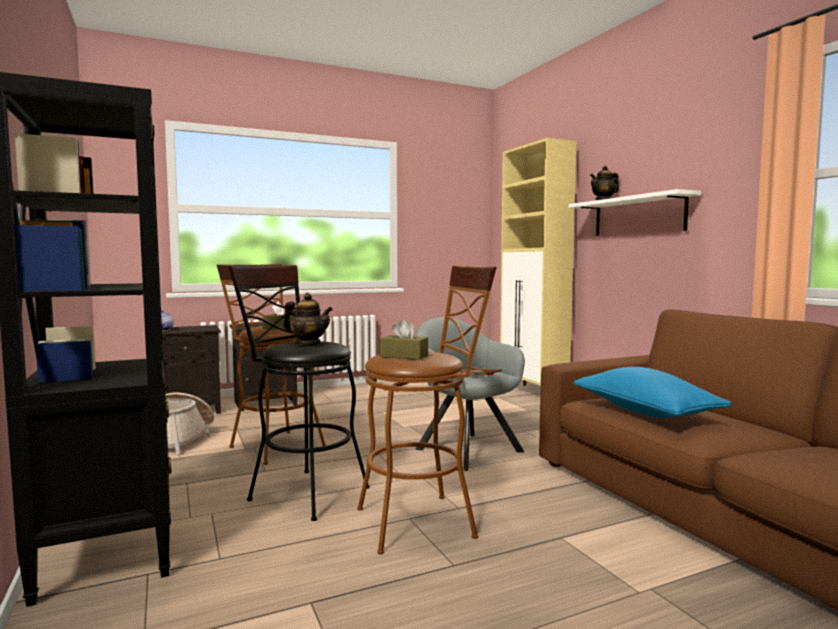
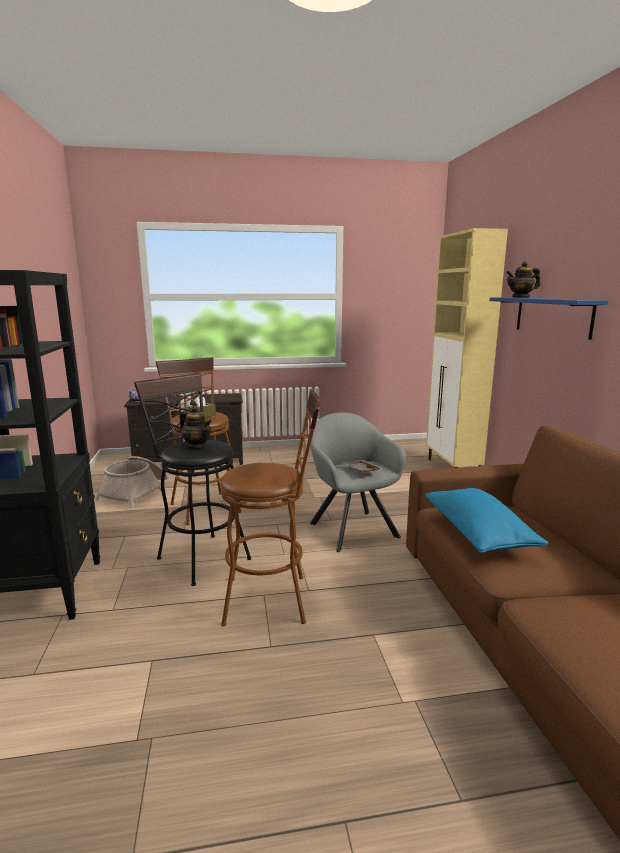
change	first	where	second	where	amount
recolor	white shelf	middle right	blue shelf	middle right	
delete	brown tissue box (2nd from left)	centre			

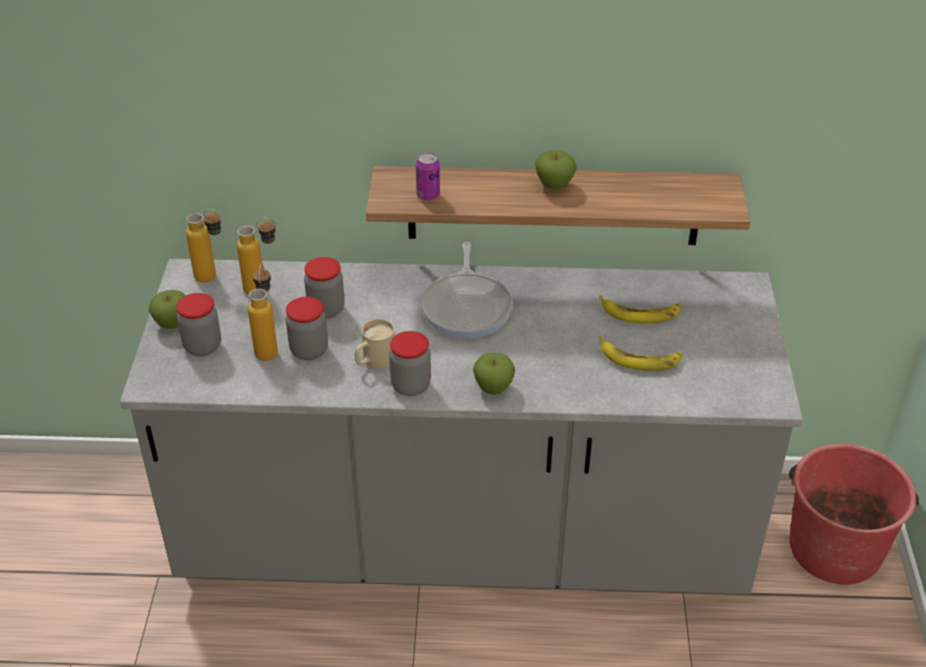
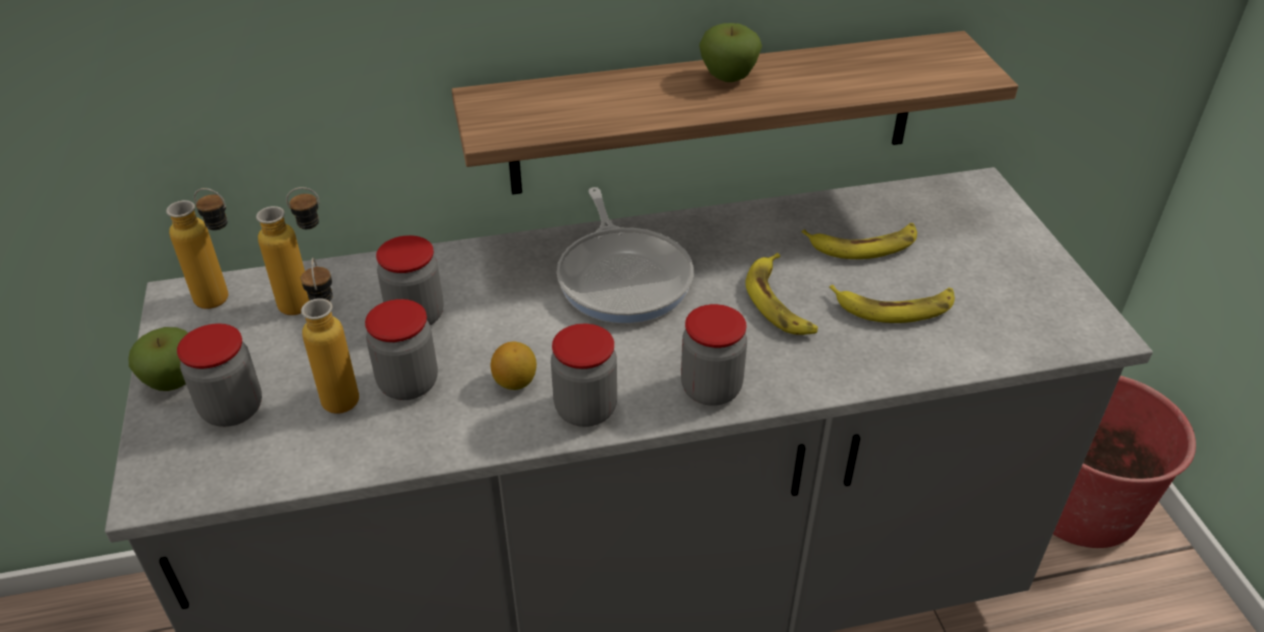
change	first	where	second	where	amount
replace	beige mug	centre	lemon	centre	
replace	apple (2nd from left)	centre	jar (5th from left)	centre	
insert			banana (1st from left)	centre	
delete	can	top centre			

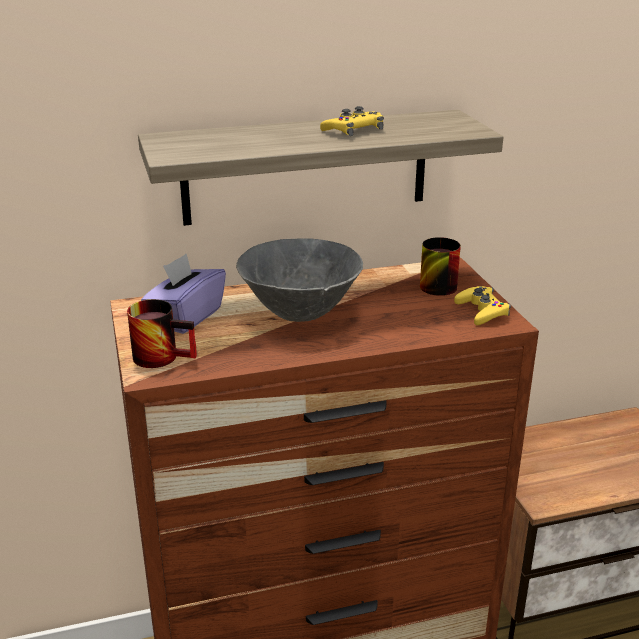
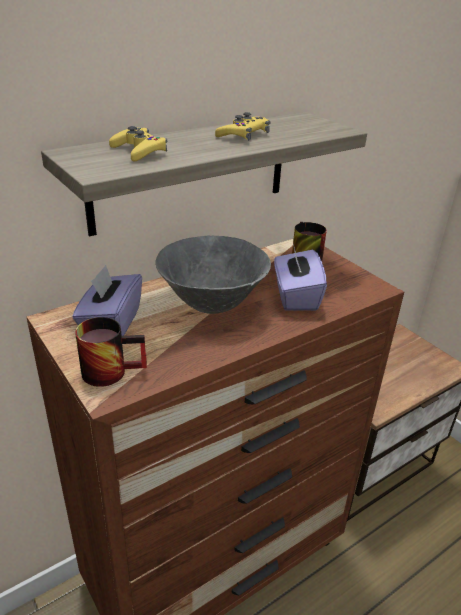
change	first	where	second	where	amount
move	yellow game controller (2nd from left in the first image)	middle right	yellow game controller (1st from left)	top left	
insert			purple tissue box (2nd from left)	centre	

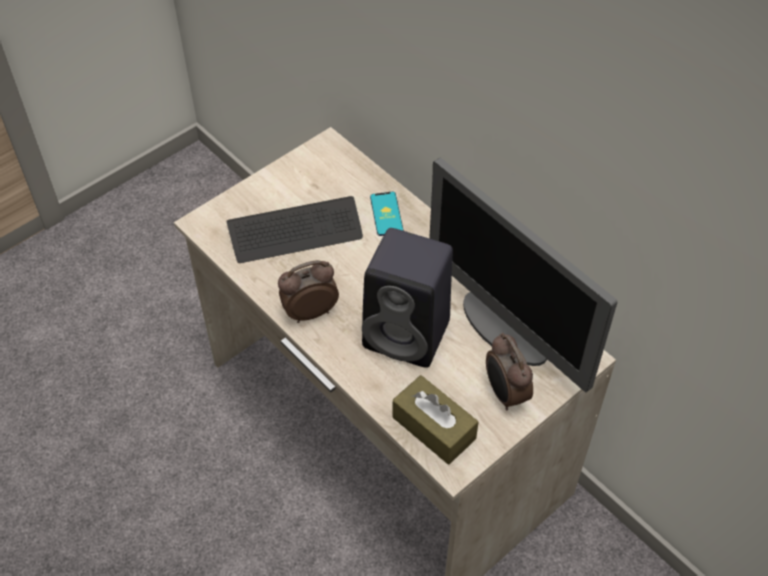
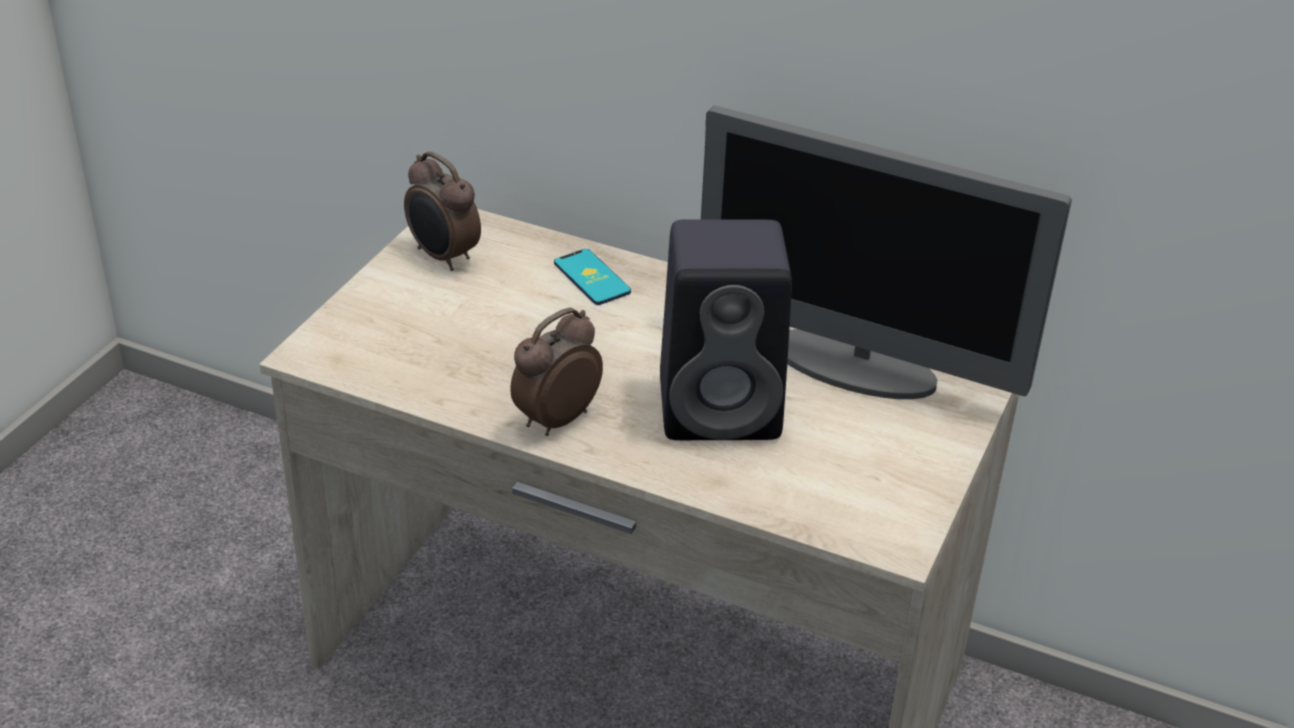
change	first	where	second	where	amount
move	alarm clock (2nd from left in the first image)	centre	alarm clock (1st from left)	top centre	
delete	keyboard	centre			
delete	brown tissue box	bottom centre			

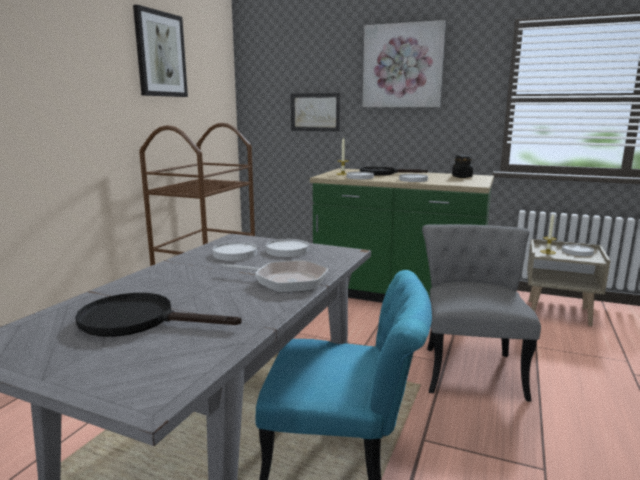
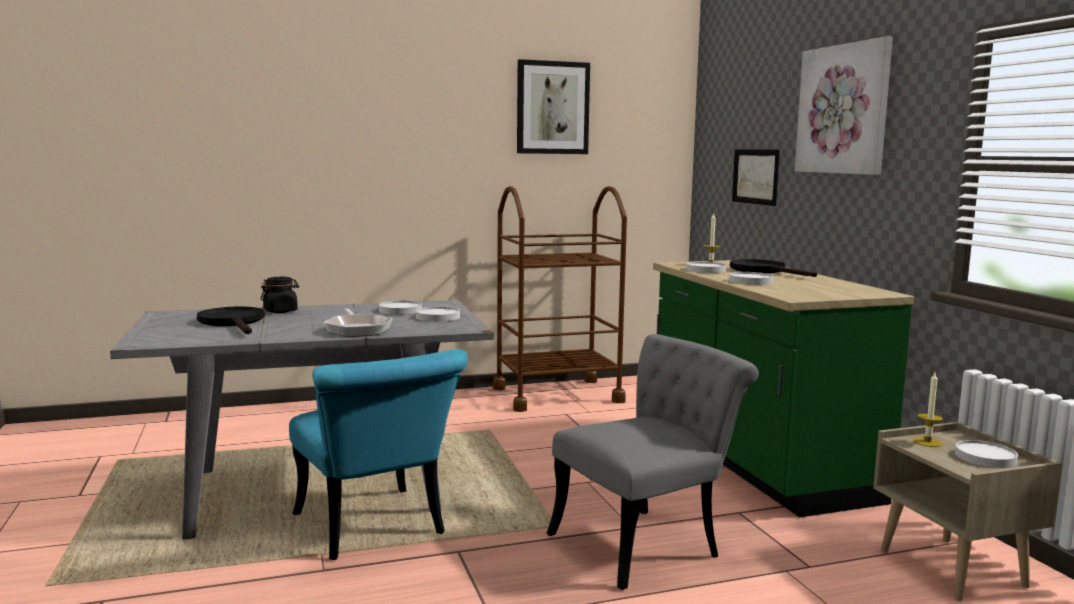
change	first	where	second	where	amount
move	black jar	middle right		middle left	

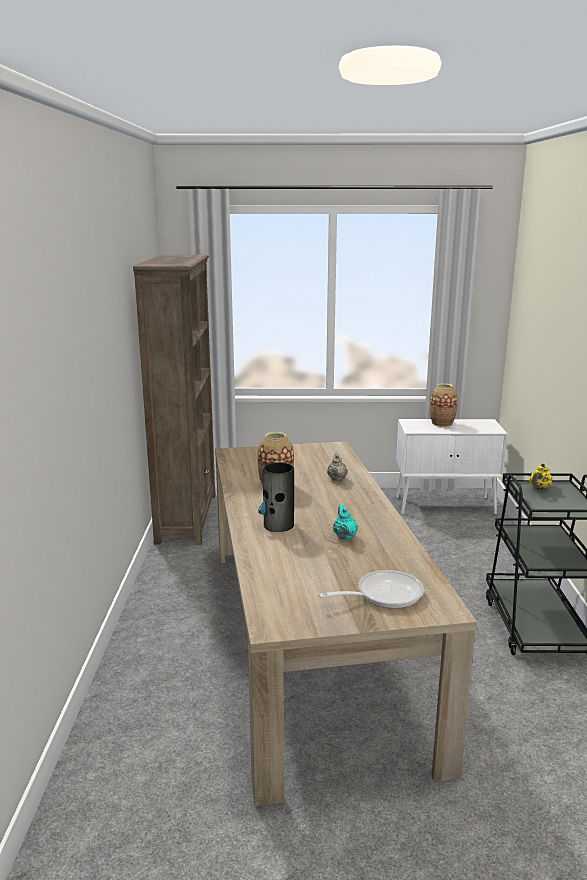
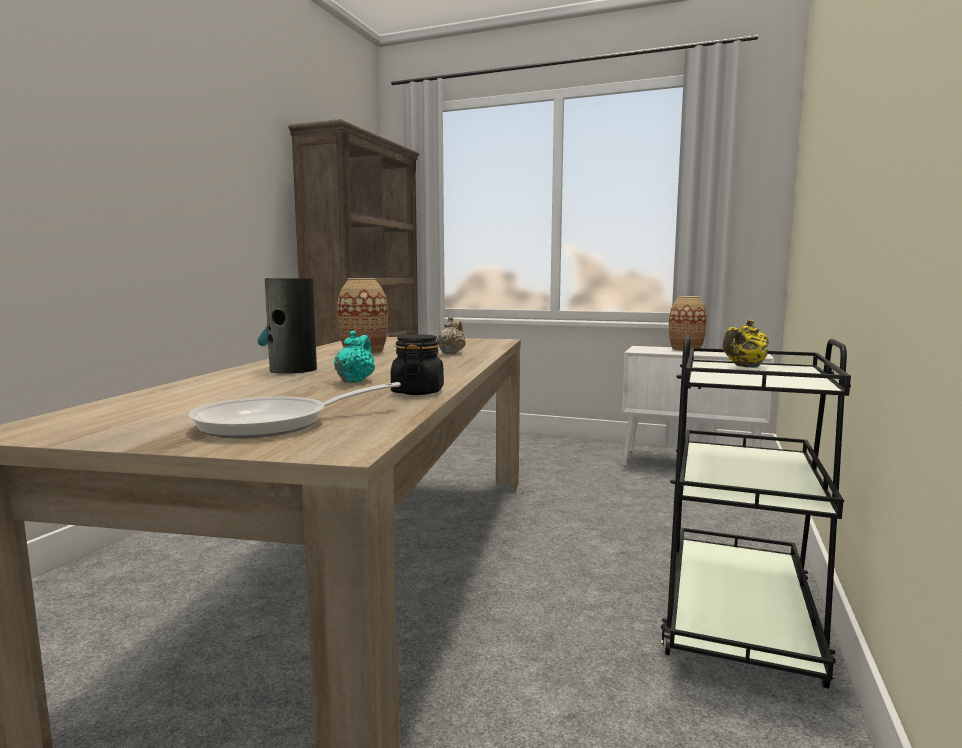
change	first	where	second	where	amount
rotate	frying pan	bottom centre		middle left	150 degrees clockwise
insert			black jar	centre	

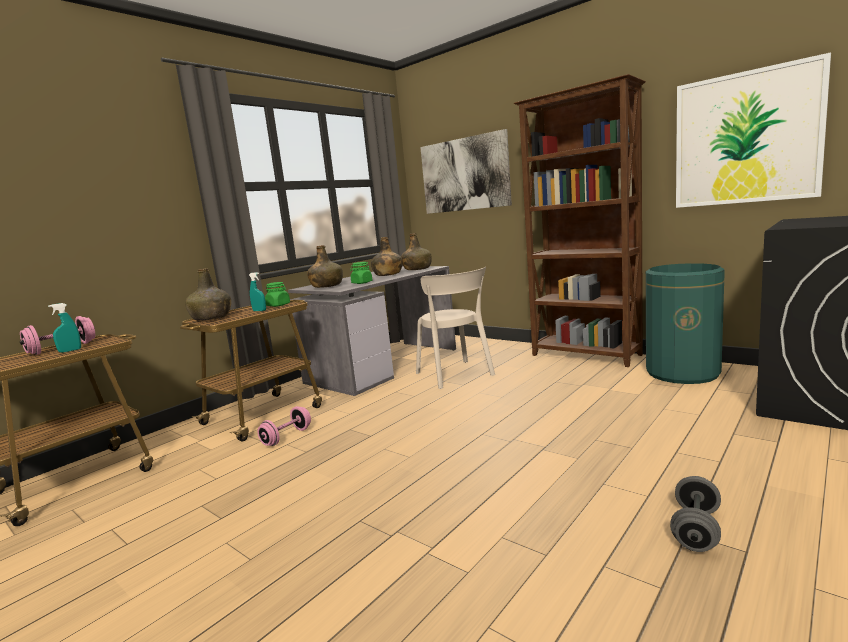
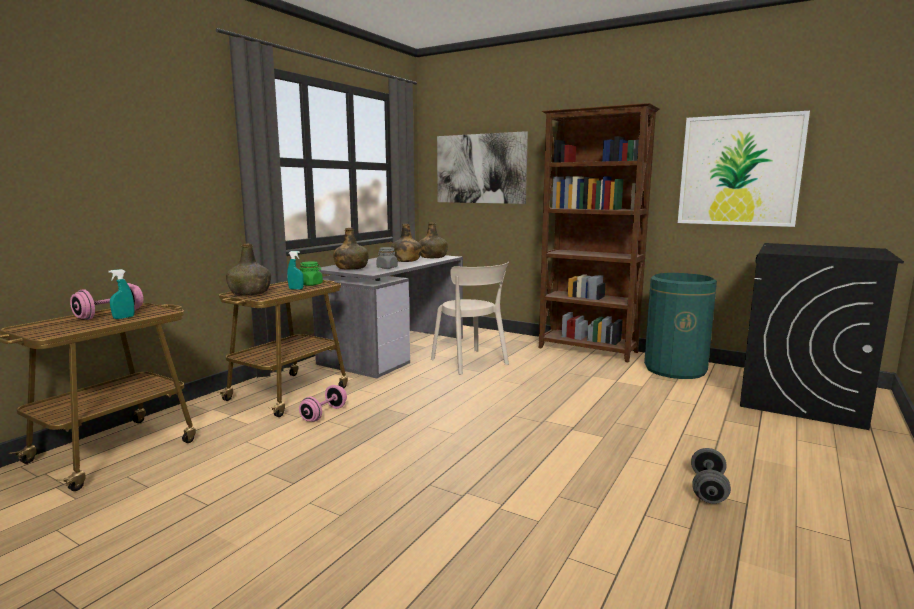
change	first	where	second	where	amount
recolor	green jar (2nd from left)	centre	grey jar	centre	

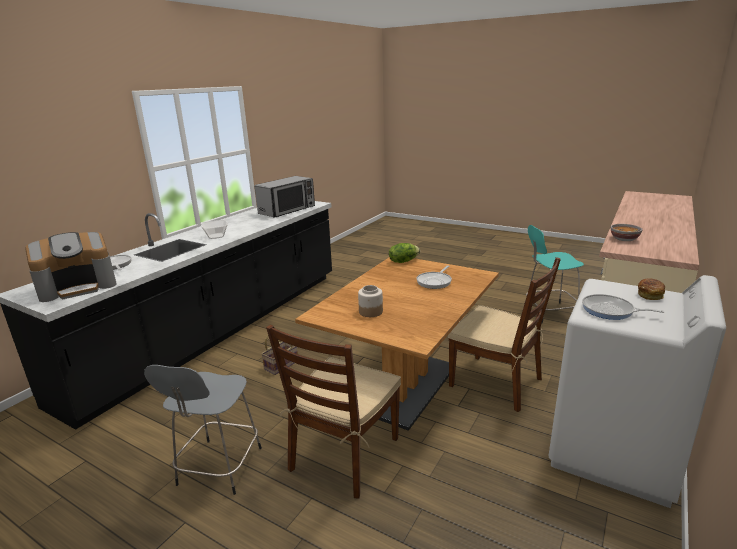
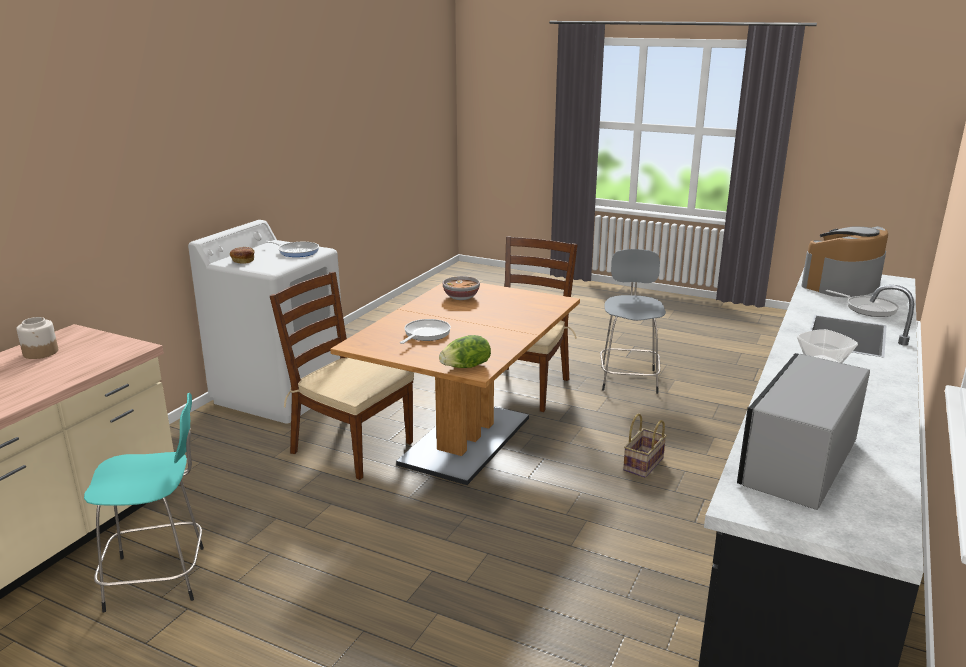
change	first	where	second	where	amount
move	jar	centre		middle left	
move	bowl (2nd from left in the first image)	middle right	bowl (1st from left)	centre	

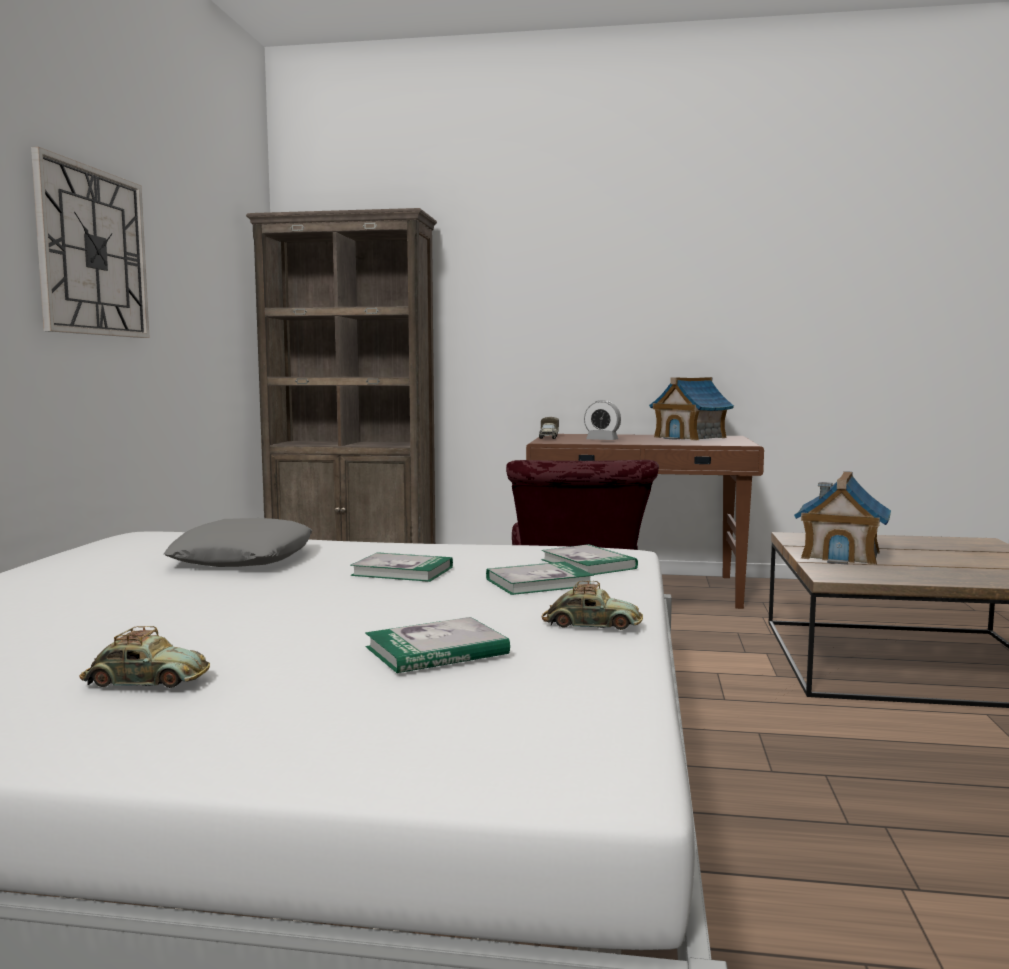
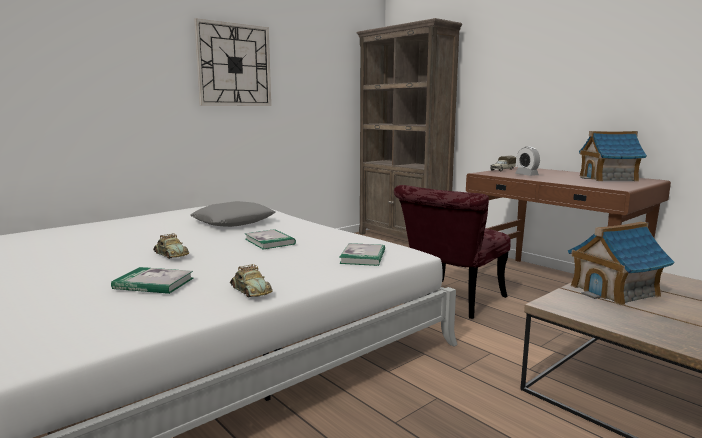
change	first	where	second	where	amount
move	toy car (1st from left)	bottom left		middle left	
delete	book (3rd from left)	centre			

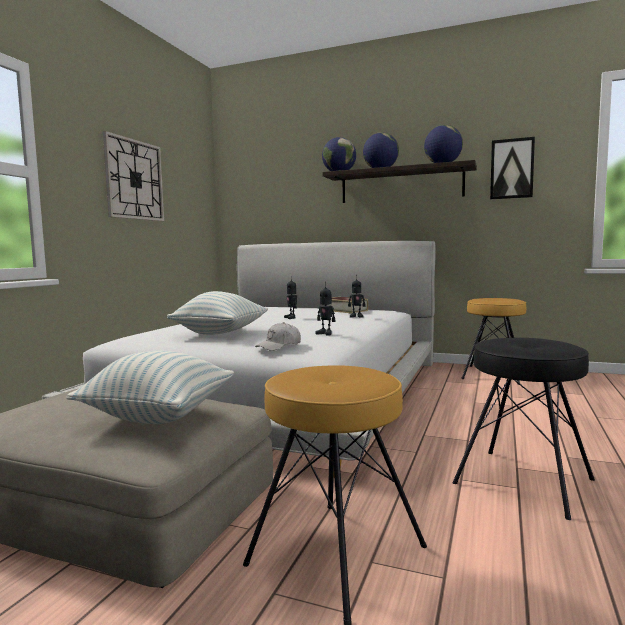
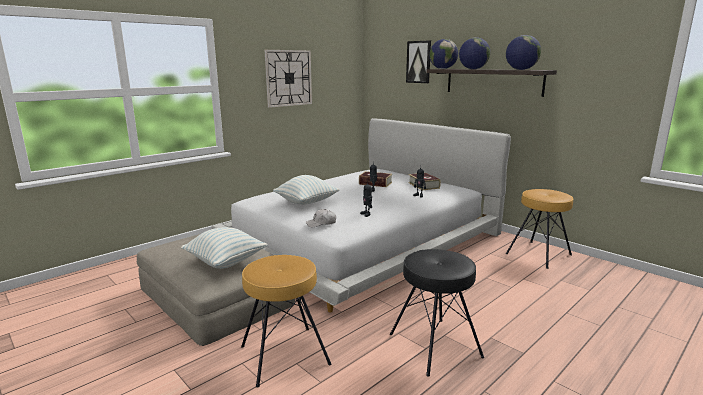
change	first	where	second	where	amount
insert			book (1st from left)	centre	
move	picture	top right		top centre	

